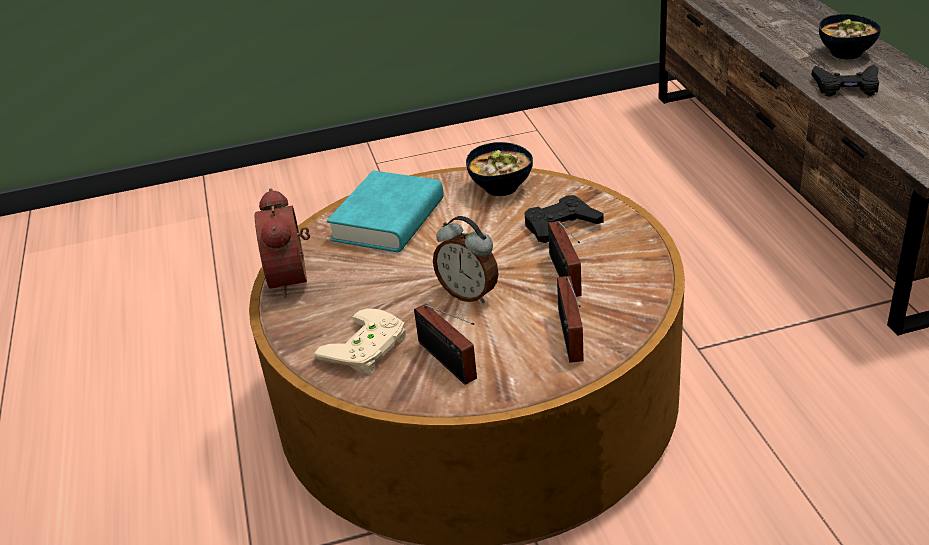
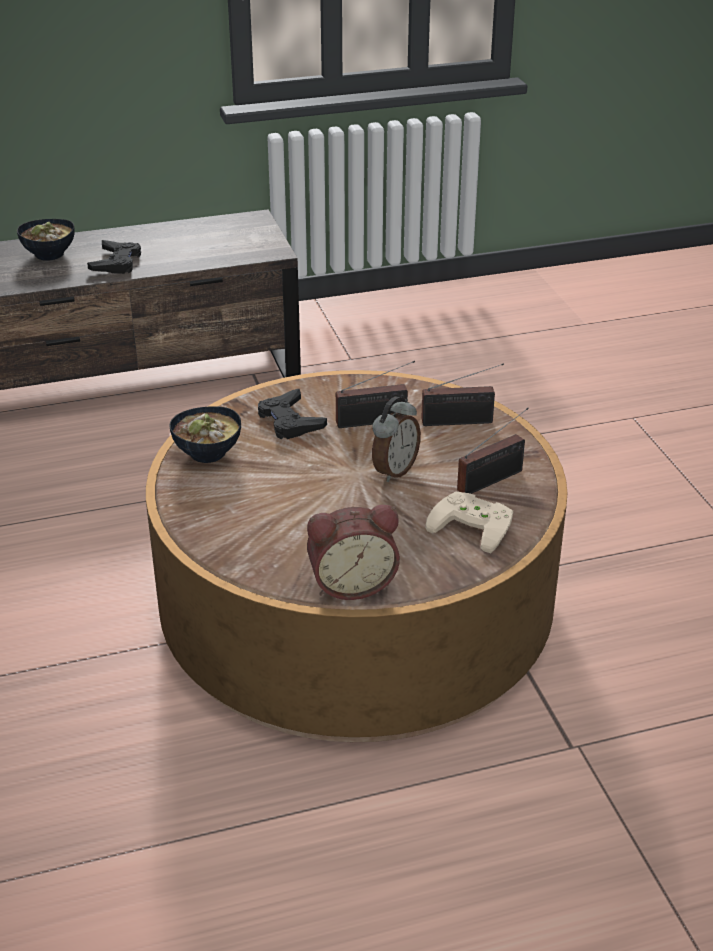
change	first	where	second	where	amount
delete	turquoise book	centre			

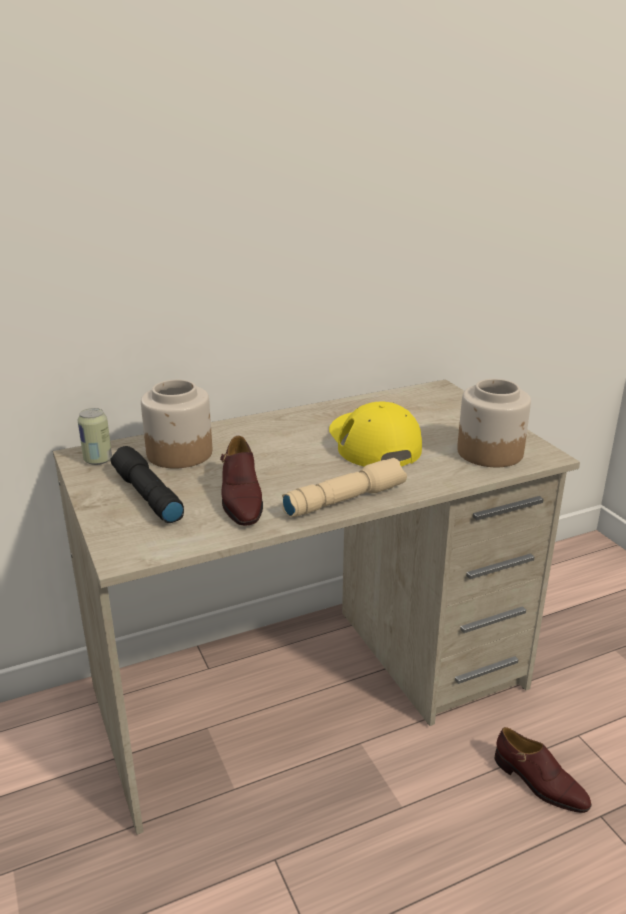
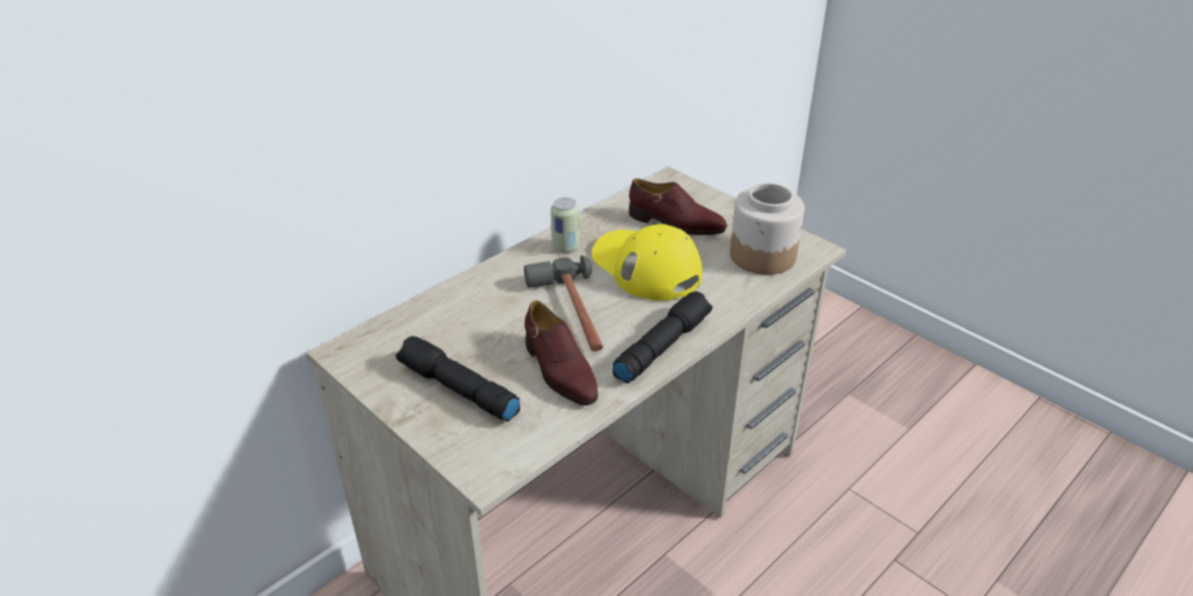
change	first	where	second	where	amount
insert			hammer	centre	
move	can	middle left		centre	
recolor	beige flashlight	centre	black flashlight (2nd from left)	centre	
move	brown shoe (2nd from left)	bottom right		centre	
delete	jar (1st from left)	middle left			

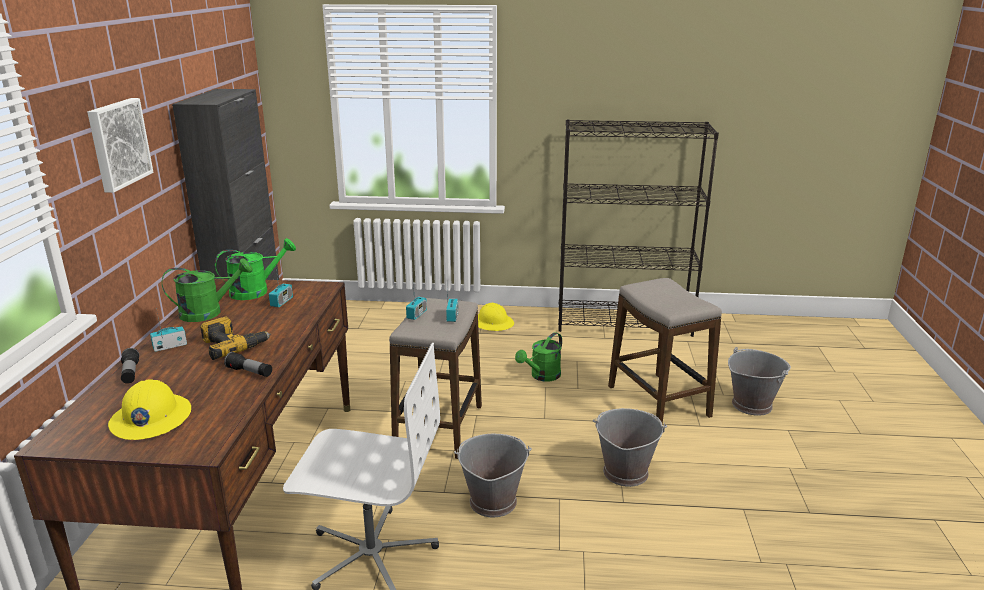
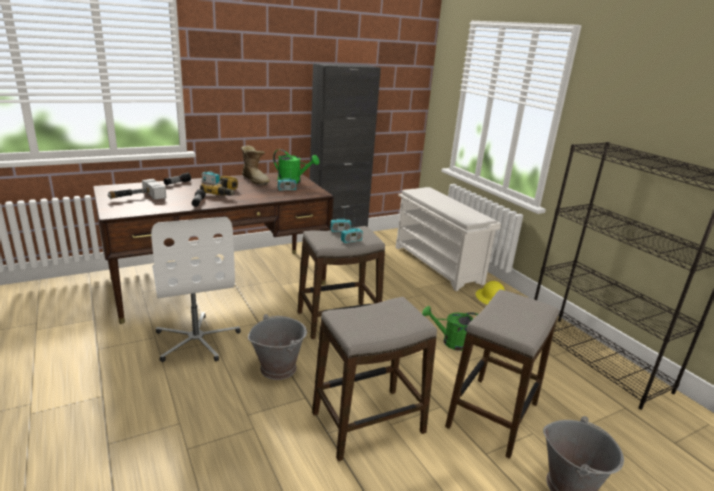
change	first	where	second	where	amount
replace	yellow hard hat (1st from left)	bottom left	hammer	middle left	
replace	green watering can (1st from left)	middle left	boot	centre	
replace	grey bucket (2nd from left)	bottom centre	stool (2nd from left)	bottom centre	
insert			white shoe rack	centre	
delete	picture	top left			

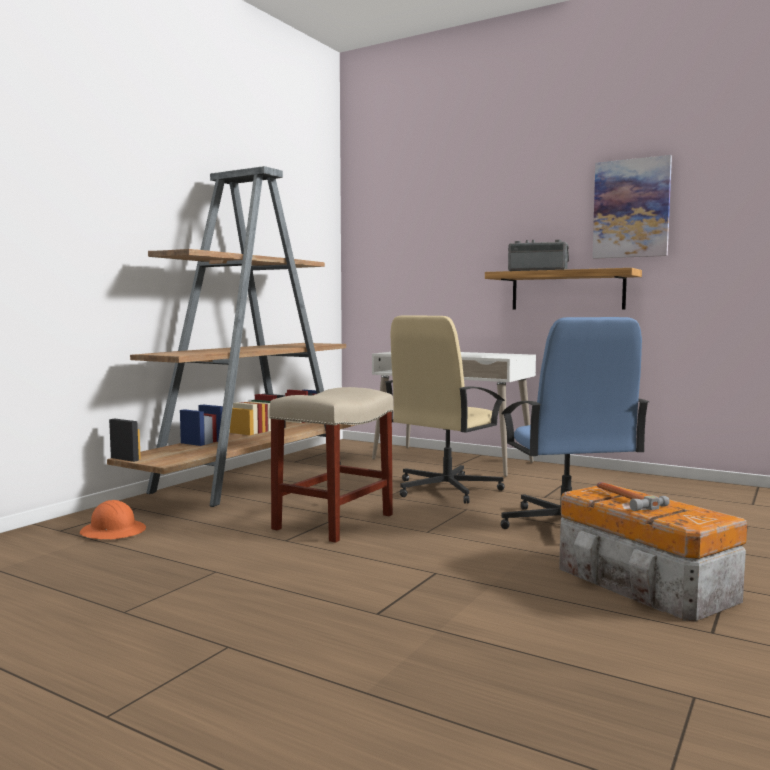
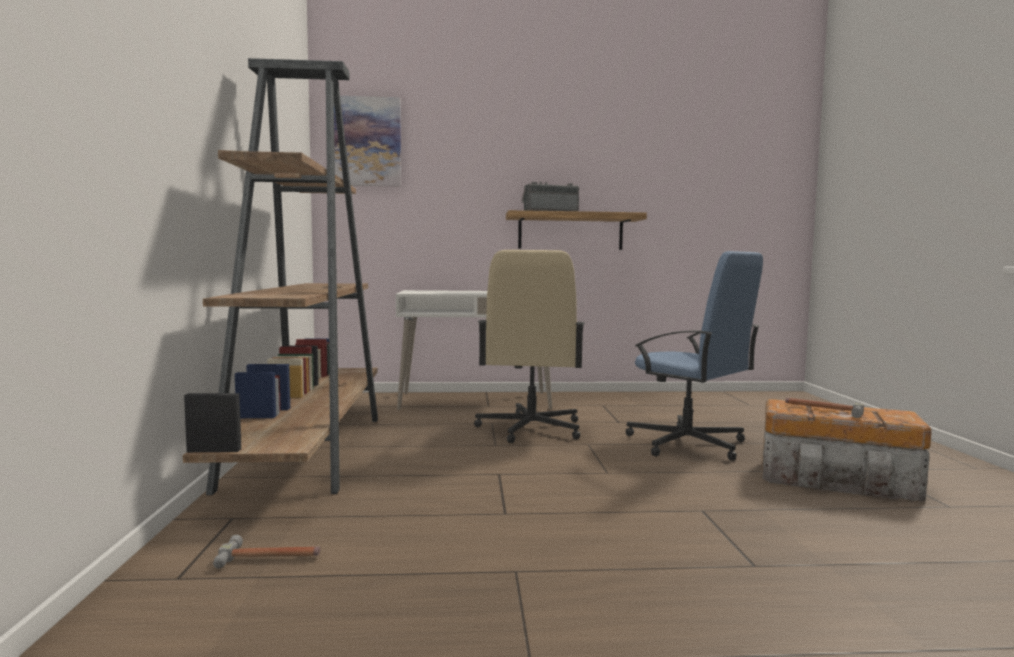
change	first	where	second	where	amount
replace	orange hard hat	bottom left	hammer (1st from left)	bottom left	
move	picture	top right		top centre	
delete	beige stool	centre			

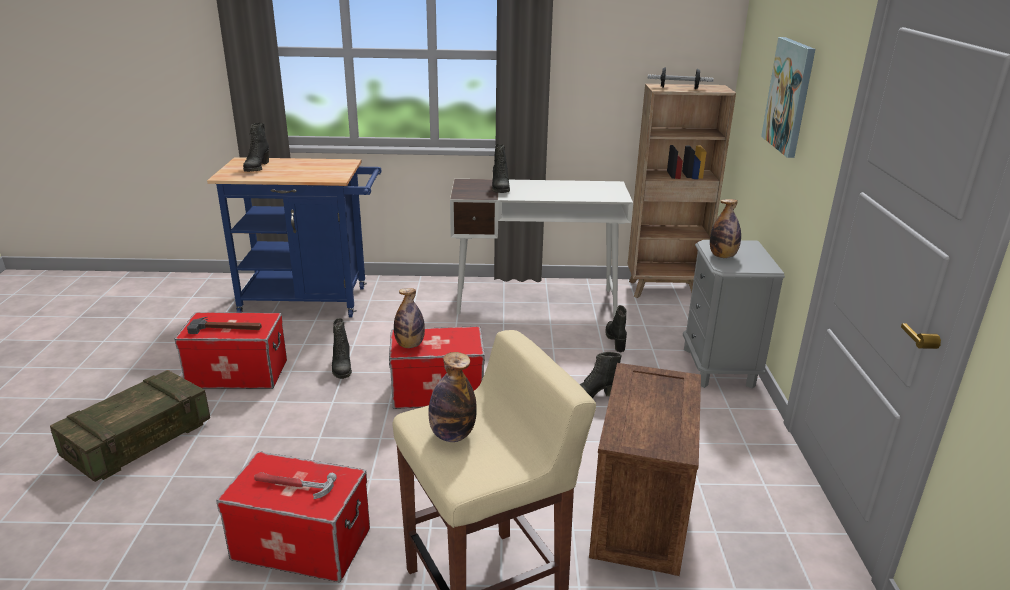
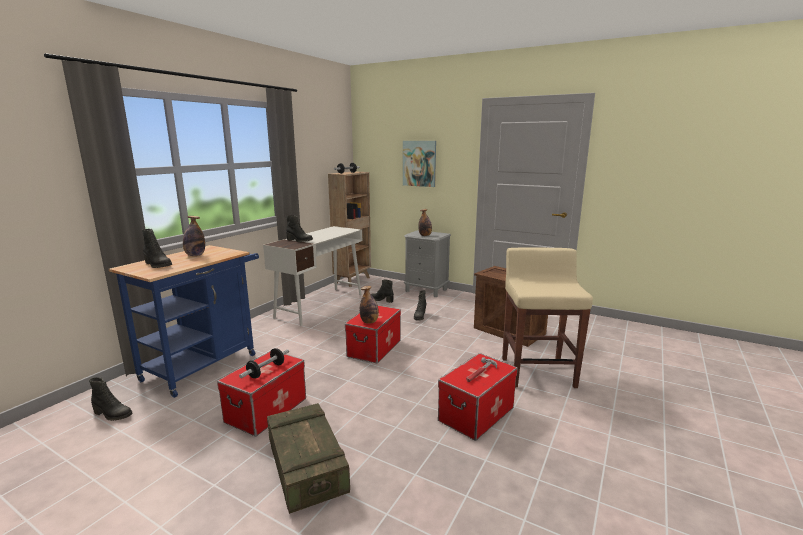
change	first	where	second	where	amount
move	black boot (2nd from left in the first image)	centre	black boot (1st from left)	bottom left	
move	bottle (2nd from left in the first image)	bottom centre	bottle (1st from left)	middle left	
replace	hammer (1st from left)	middle left	dumbbell (1st from left)	bottom left	

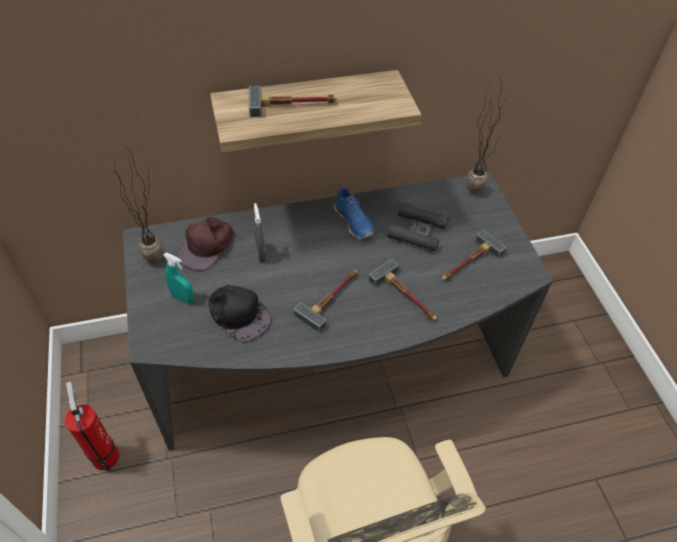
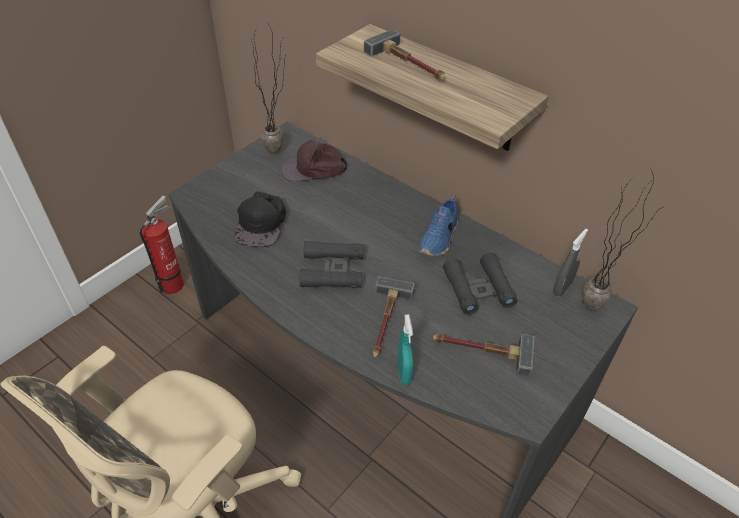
change	first	where	second	where	amount
replace	hammer (2nd from left)	centre	black binoculars (1st from left)	centre	
move	turquoise spray bottle	middle left		bottom centre	
move	grey spray bottle	centre		middle right	

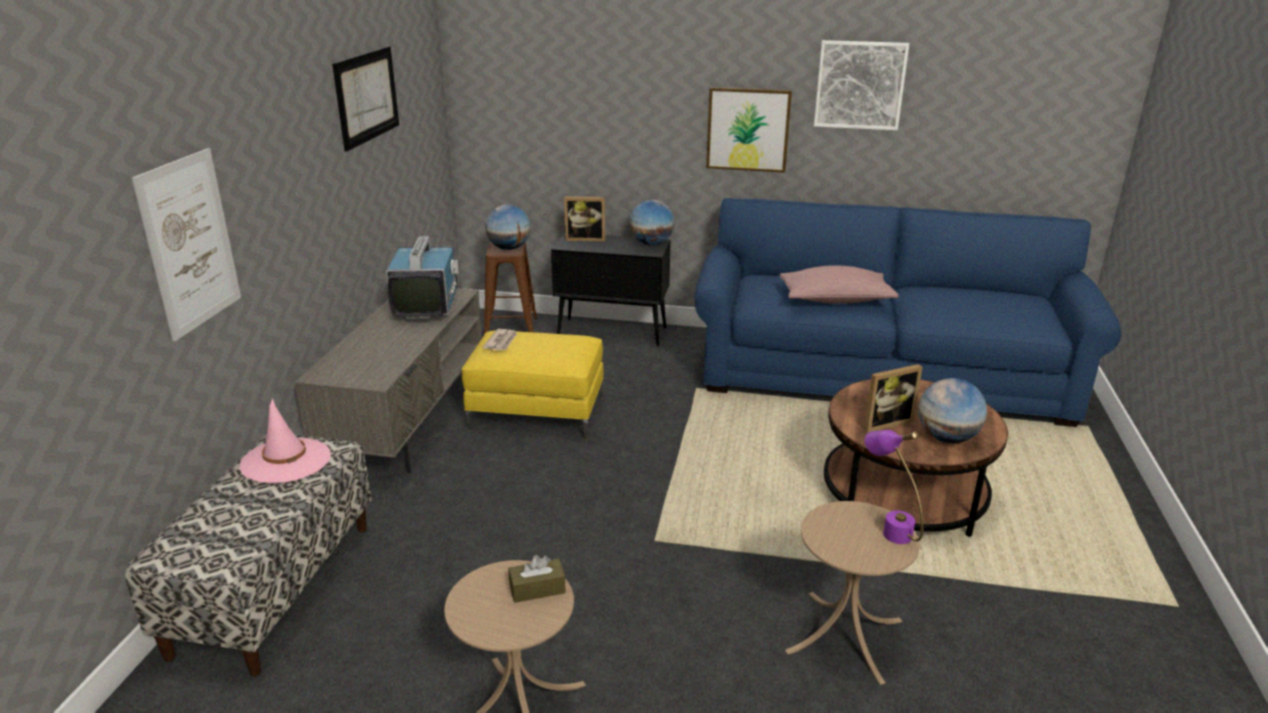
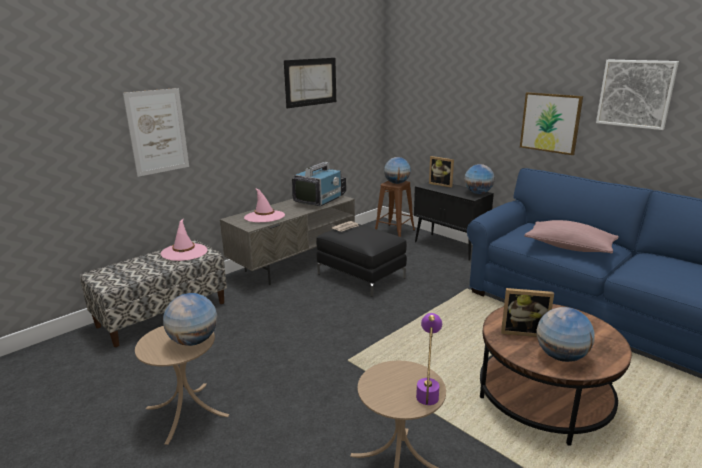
change	first	where	second	where	amount
replace	brown tissue box	bottom centre	globe (1st from left)	bottom left	
insert			pink hat (2nd from left)	centre	
recolor	yellow ottoman	centre	black ottoman	centre	

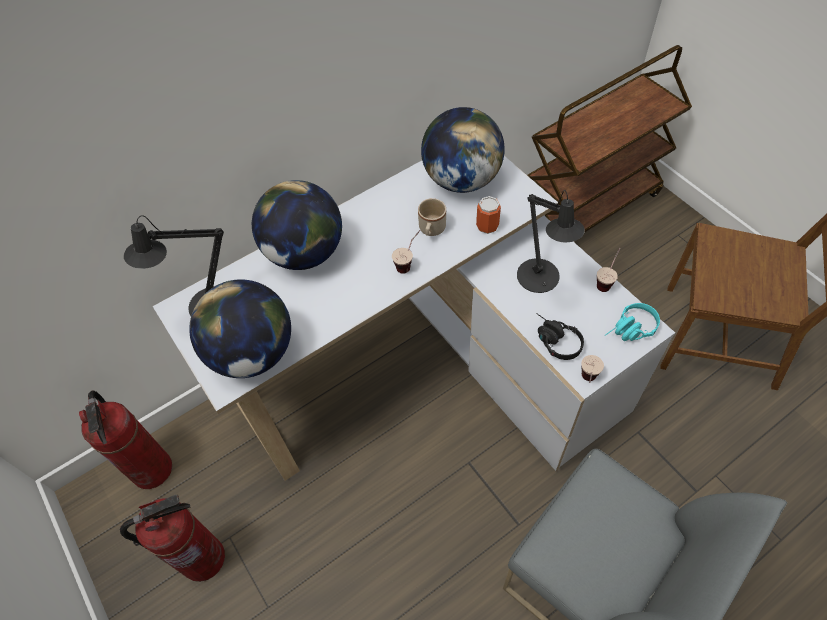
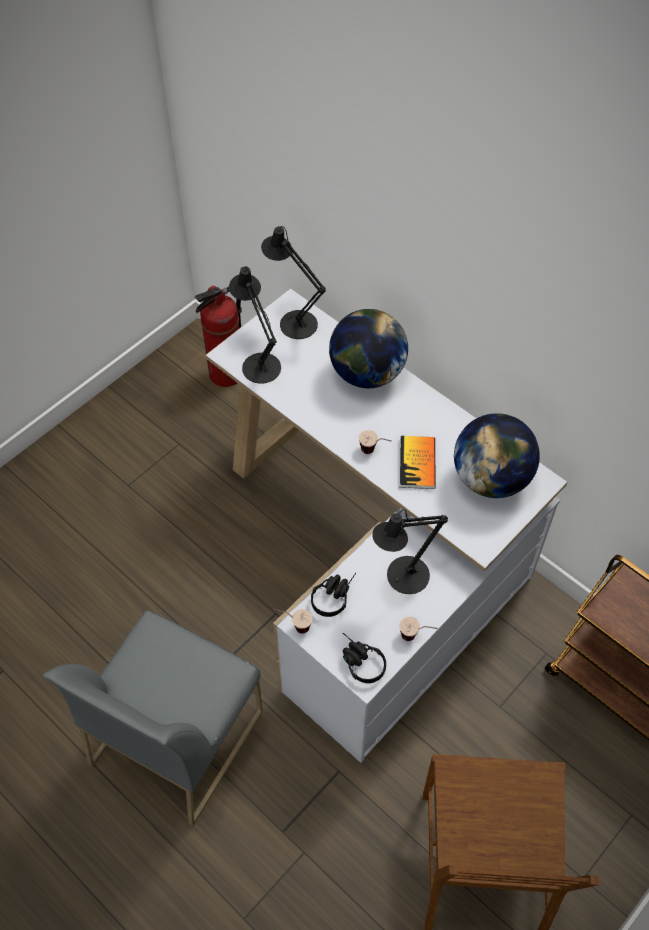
change	first	where	second	where	amount
replace	globe (1st from left)	middle left	black table lamp (1st from left)	centre	
recolor	turquoise headphones	middle right	black headphones (2nd from left)	bottom centre	
replace	beige mug	centre	book	centre	
delete	fire extinguisher (2nd from left)	bottom left			
delete	can	centre			

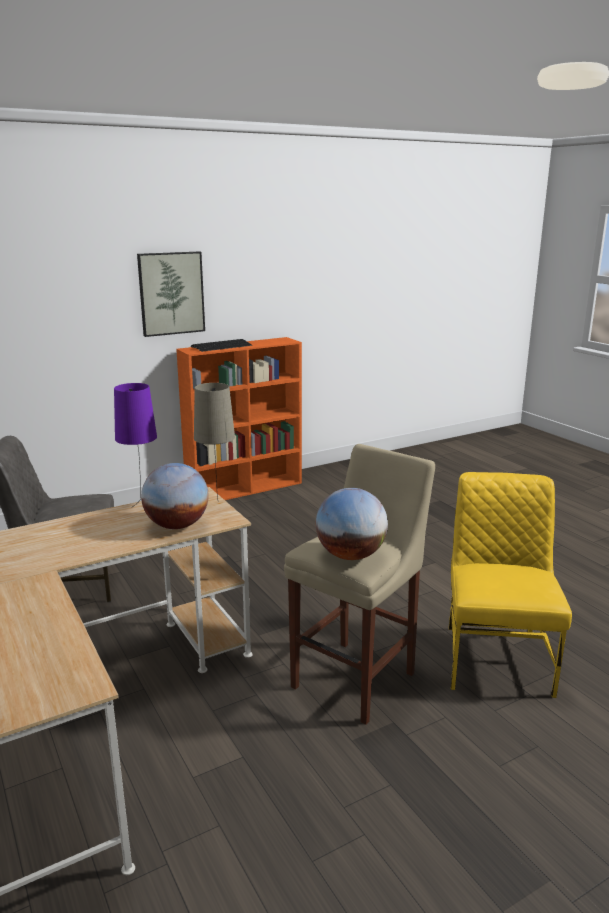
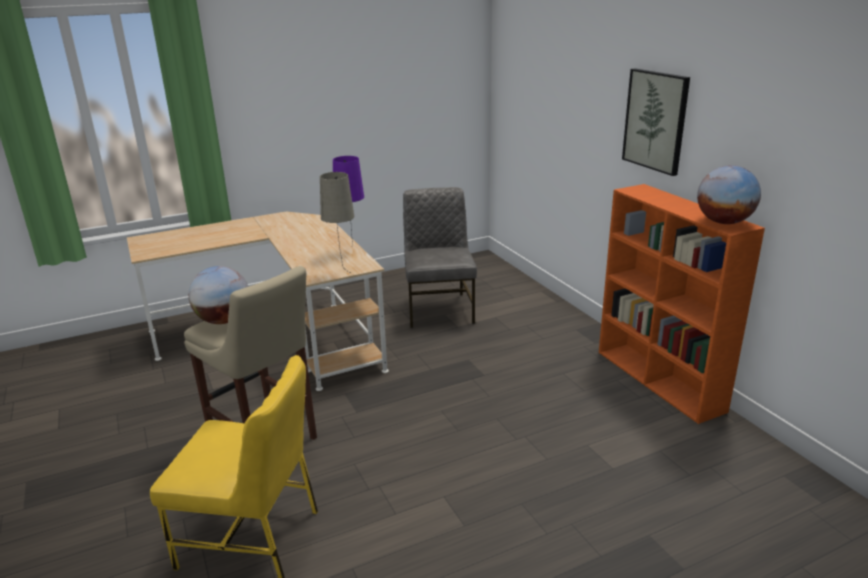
change	first	where	second	where	amount
move	globe (1st from left in the first image)	middle left	globe (2nd from left)	middle right	
delete	keyboard	centre			

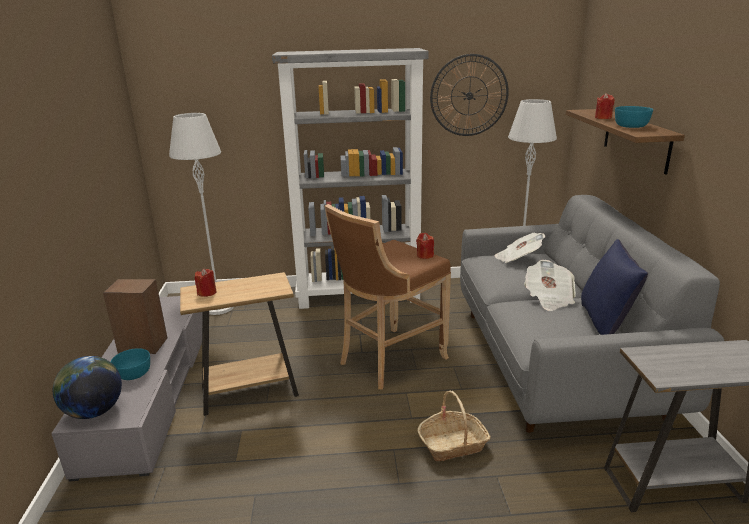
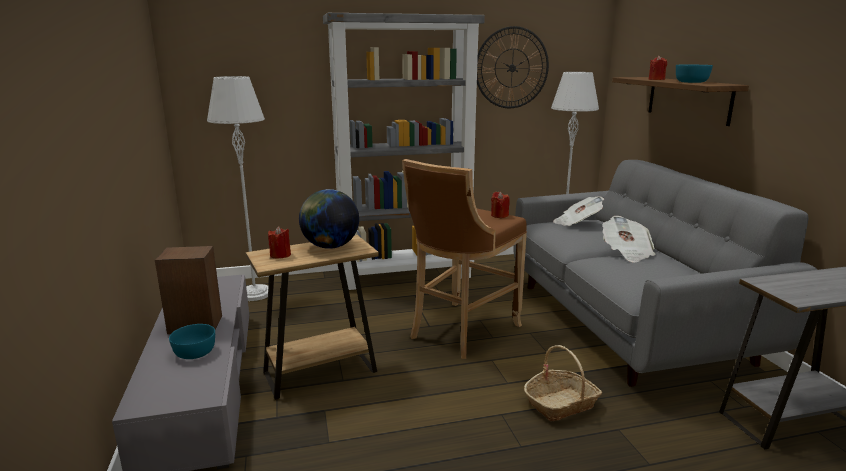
change	first	where	second	where	amount
move	globe	bottom left		centre	
delete	blue pillow	middle right			

